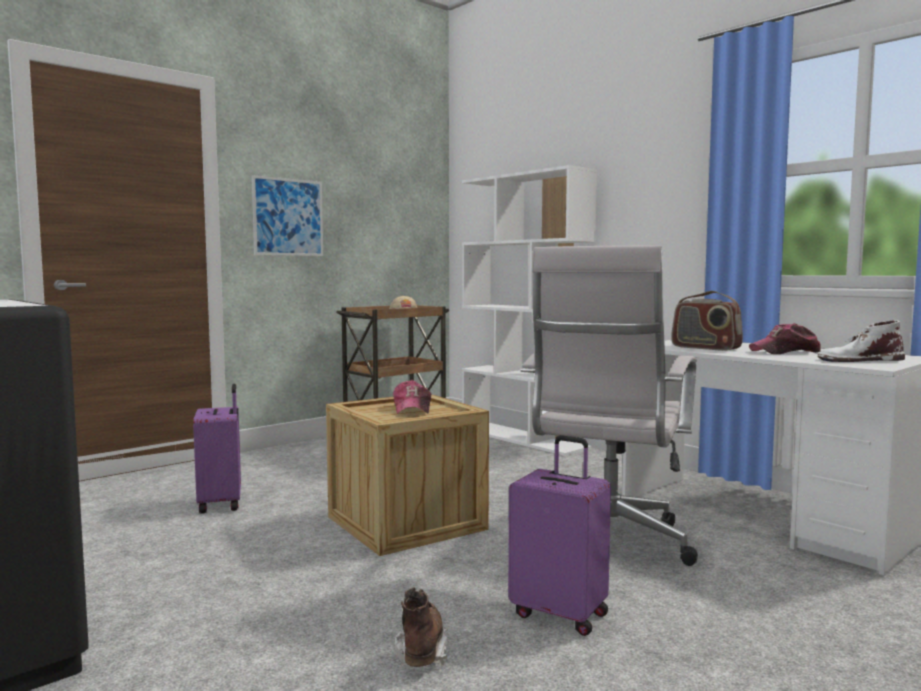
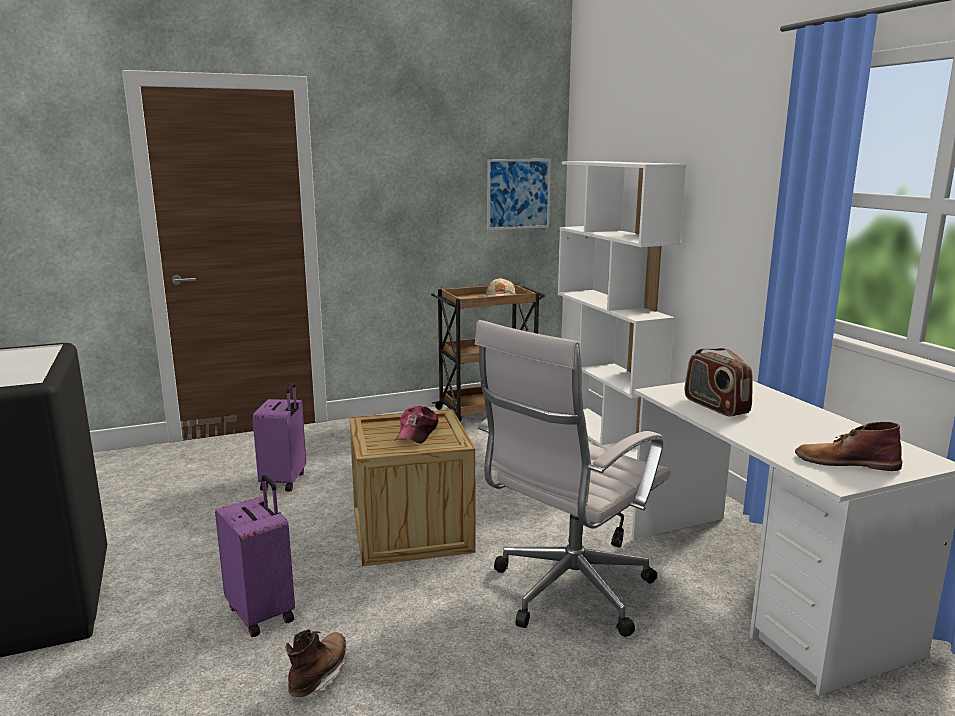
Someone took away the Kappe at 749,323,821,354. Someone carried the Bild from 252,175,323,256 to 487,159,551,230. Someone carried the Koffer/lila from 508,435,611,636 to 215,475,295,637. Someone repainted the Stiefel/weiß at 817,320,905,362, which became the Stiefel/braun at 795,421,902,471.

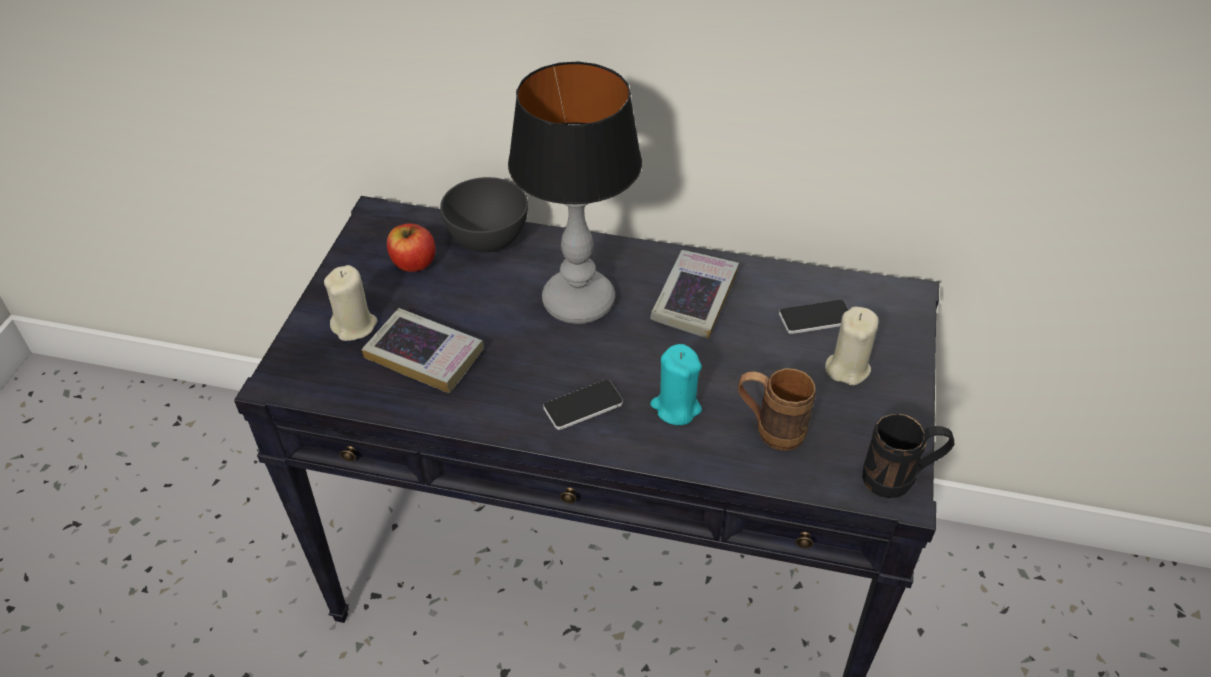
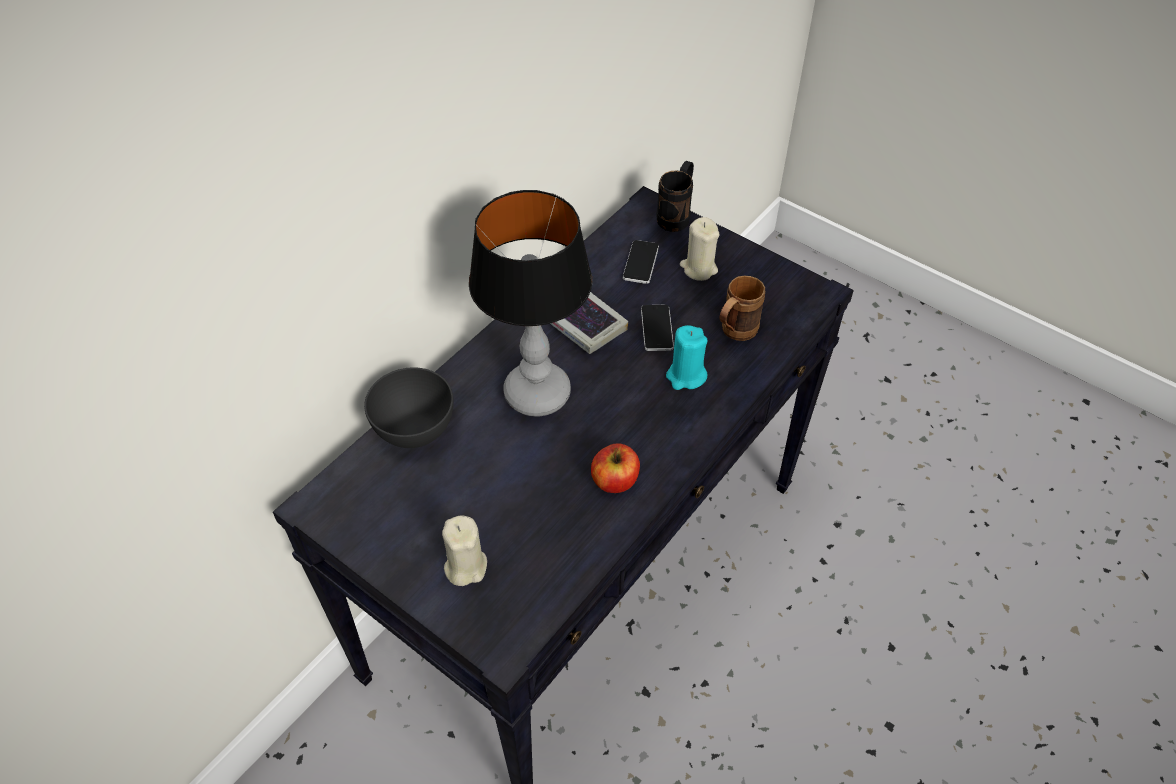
Someone took away the Buch at 362,308,484,393. Someone carried the Apfel from 387,224,436,272 to 591,443,640,493. Someone carried the Handy from 543,380,623,430 to 641,305,674,351. Someone carried the Henkelbecher/schwarz from 862,414,954,498 to 656,161,694,232.

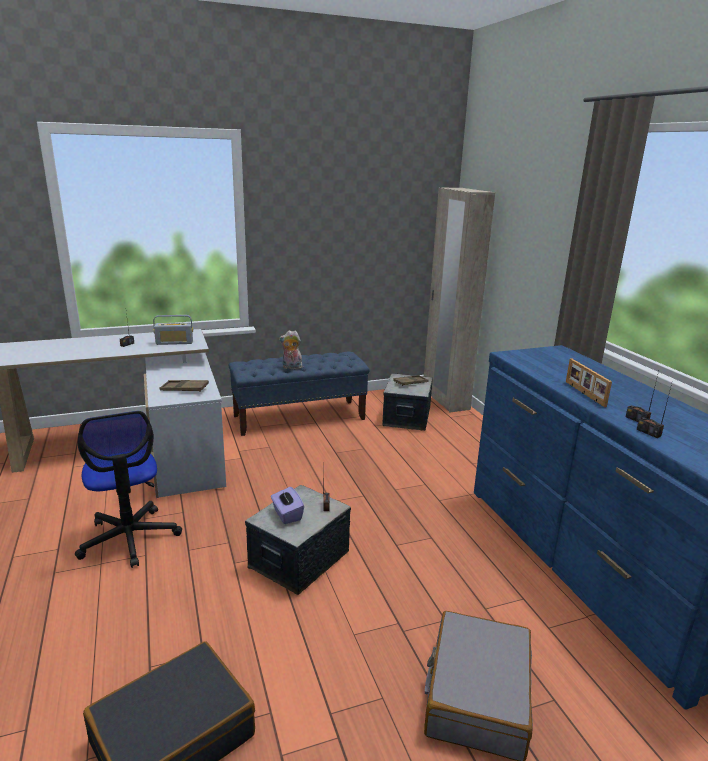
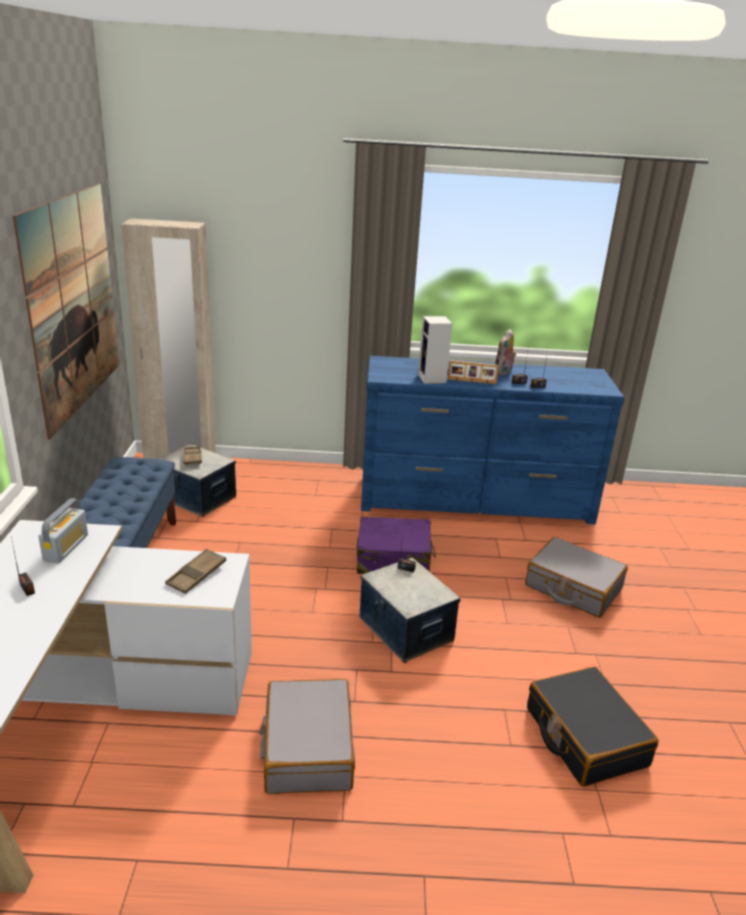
Someone took away the Taschentuchbox/lila at 271,487,304,524. Someone put up the Bild at 13,184,119,440. Someone put down the Koffer/lila at 356,517,436,574. Someone put down the Lautsprecher at 418,316,452,384. Someone carried the Plüschtier from 279,330,303,370 to 495,329,516,375. Someone swapped the Bürostuhl at 75,411,182,568 for the Koffer/grau at 260,679,355,794.

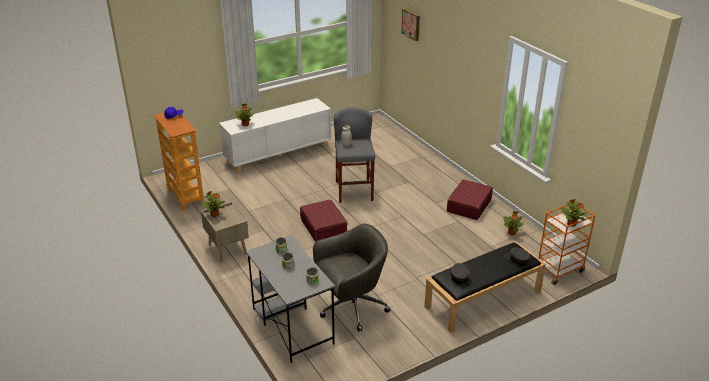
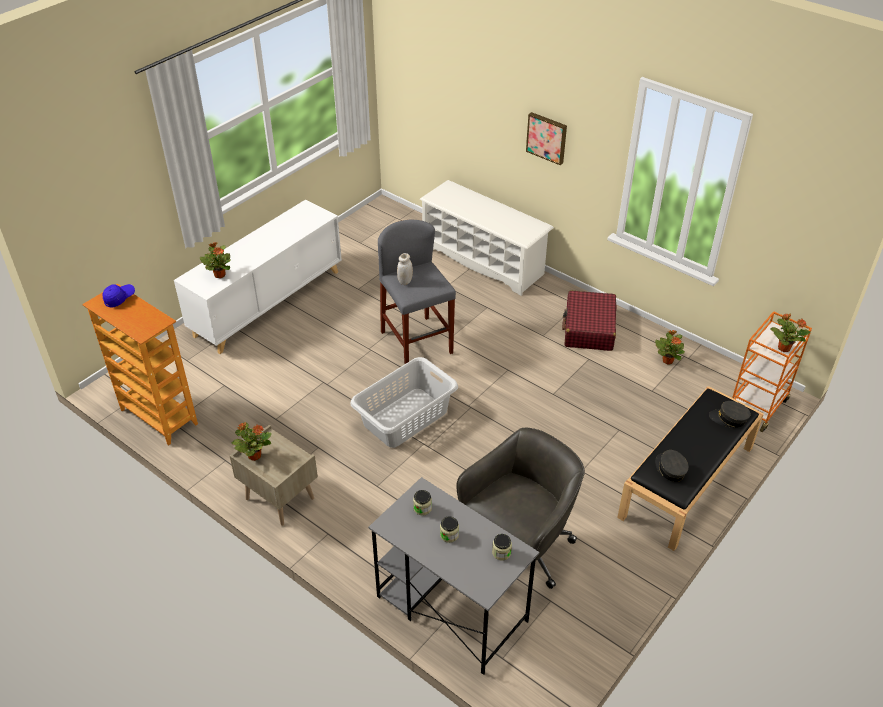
Someone put down the Schuhregal/weiß at 420,180,554,296. Someone carried the Bild from 401,8,420,41 to 526,112,567,165. Someone swapped the Koffer/rot at 300,199,348,242 for the Wäschekorb/grau at 350,357,458,448.

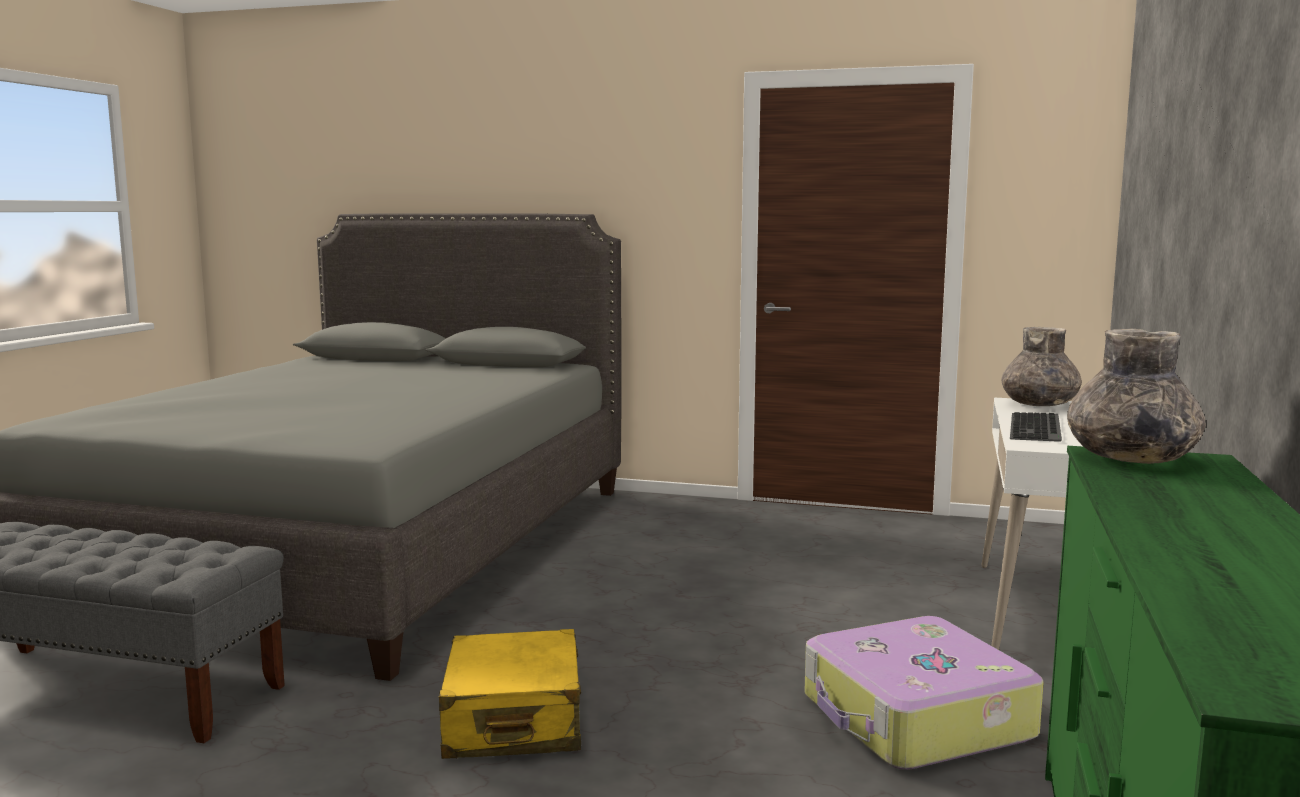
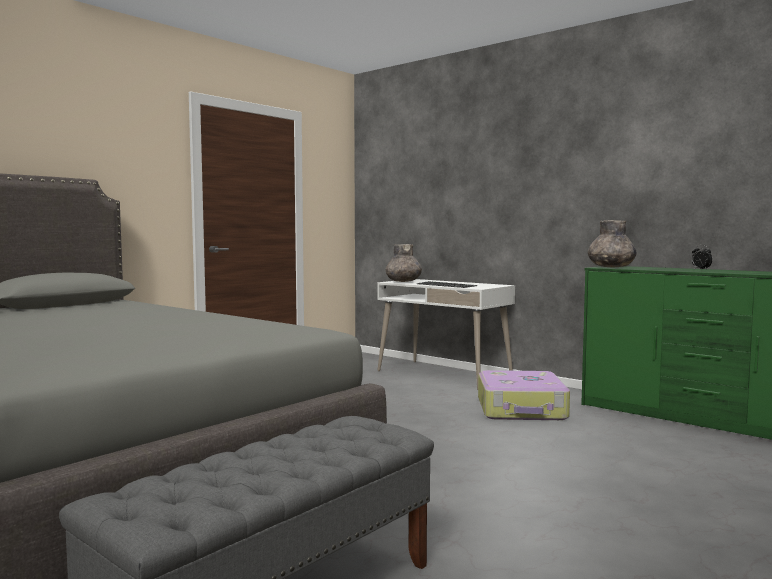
Someone took away the Koffer/gelb at 439,629,581,759. Someone put down the Wecker at 691,245,713,269.

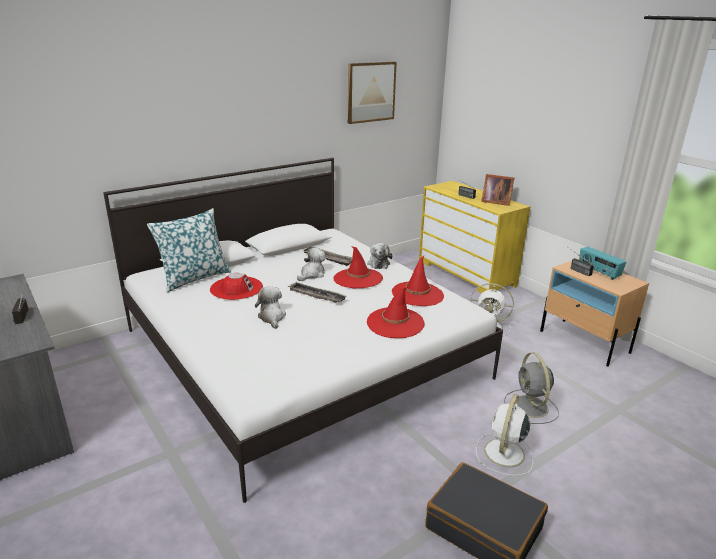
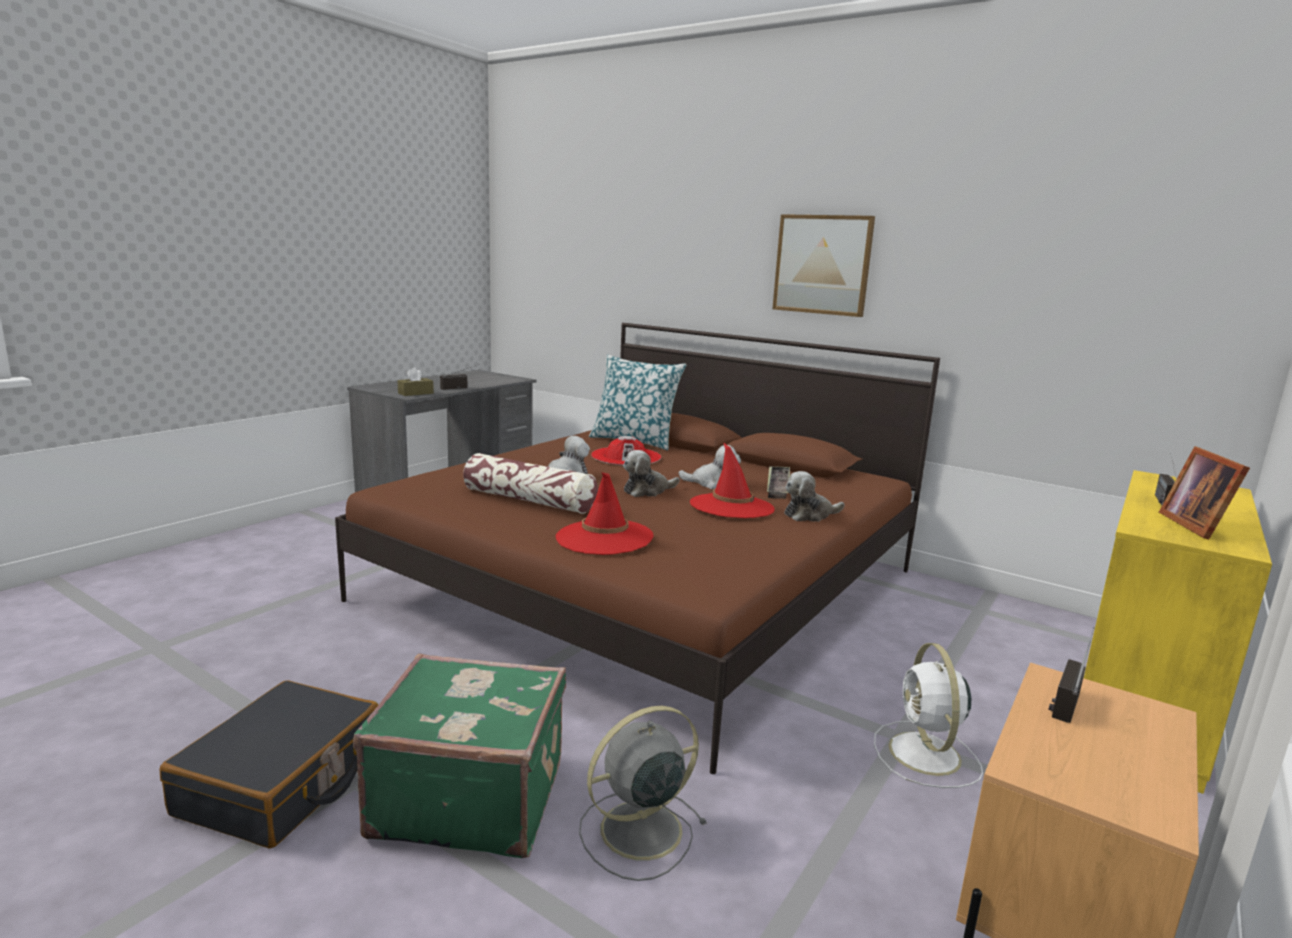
Someone took away the Hut/rot at 392,256,444,306. Someone took away the Radio at 579,247,626,280. Someone put down the Taschentuchbox/braun at 398,367,434,396. Someone put down the Kissen at 463,453,598,514. Someone carried the Bild from 348,62,397,124 to 772,214,875,317. Someone swapped the Tablett at 288,282,347,303 for the Plüschtier at 623,450,679,497. Someone swapped the Ventilator/weiß at 476,394,533,476 for the Koffer/grün at 353,654,566,858. Someone repainted the Bett/weiß at 103,158,503,503, which became the Bett/braun at 335,323,940,774.

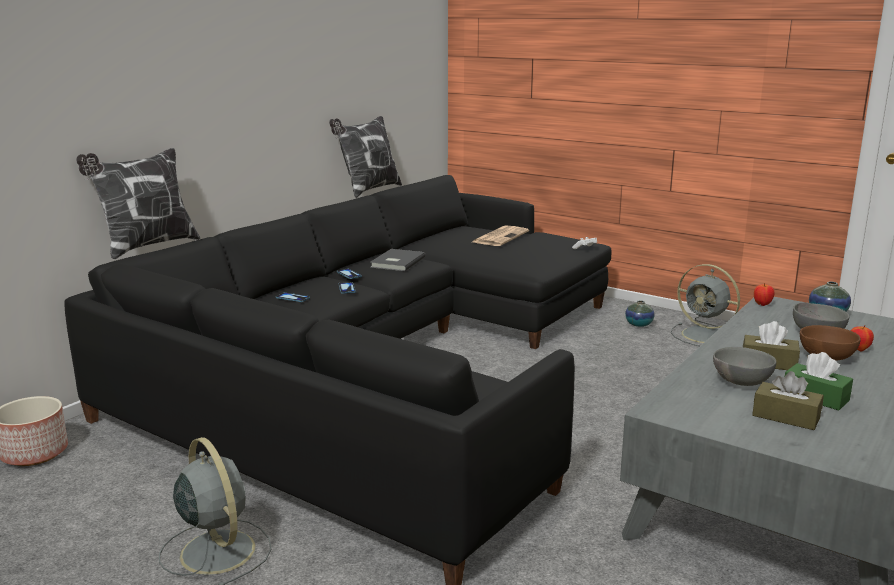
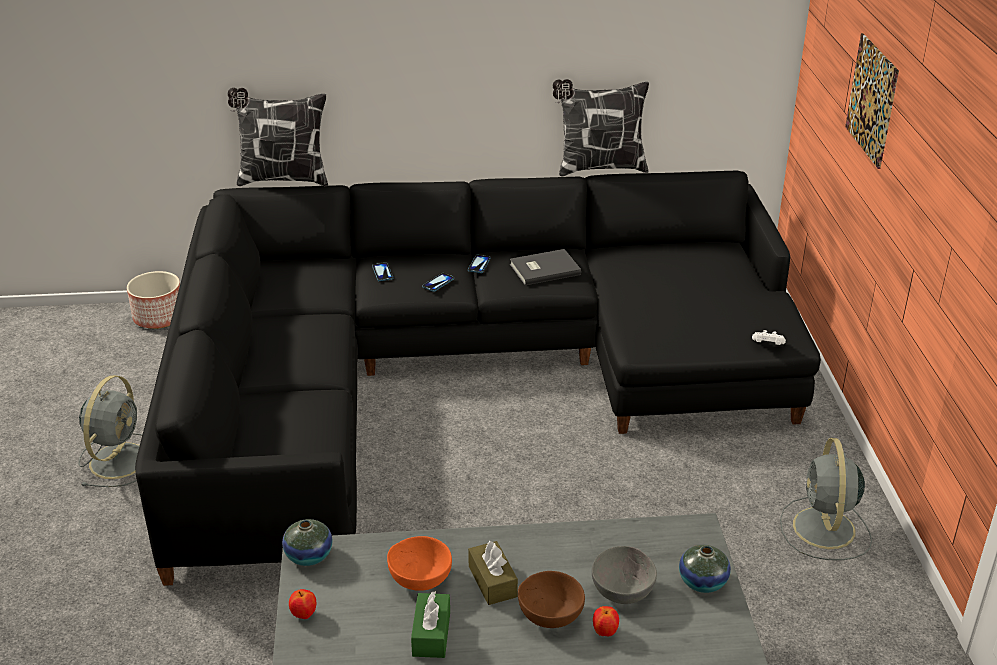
Someone took away the Zeitung at 473,225,529,246. Someone took away the Taschentuchbox/braun at 752,371,824,430. Someone put up the Bild at 845,33,899,169. Someone carried the Vase from 625,300,655,327 to 282,519,333,566. Someone carried the Apfel from 754,283,775,306 to 289,589,316,619. Someone repainted the Schüssel/grau at 713,347,776,386, which became the Schüssel/orange at 387,536,452,591.

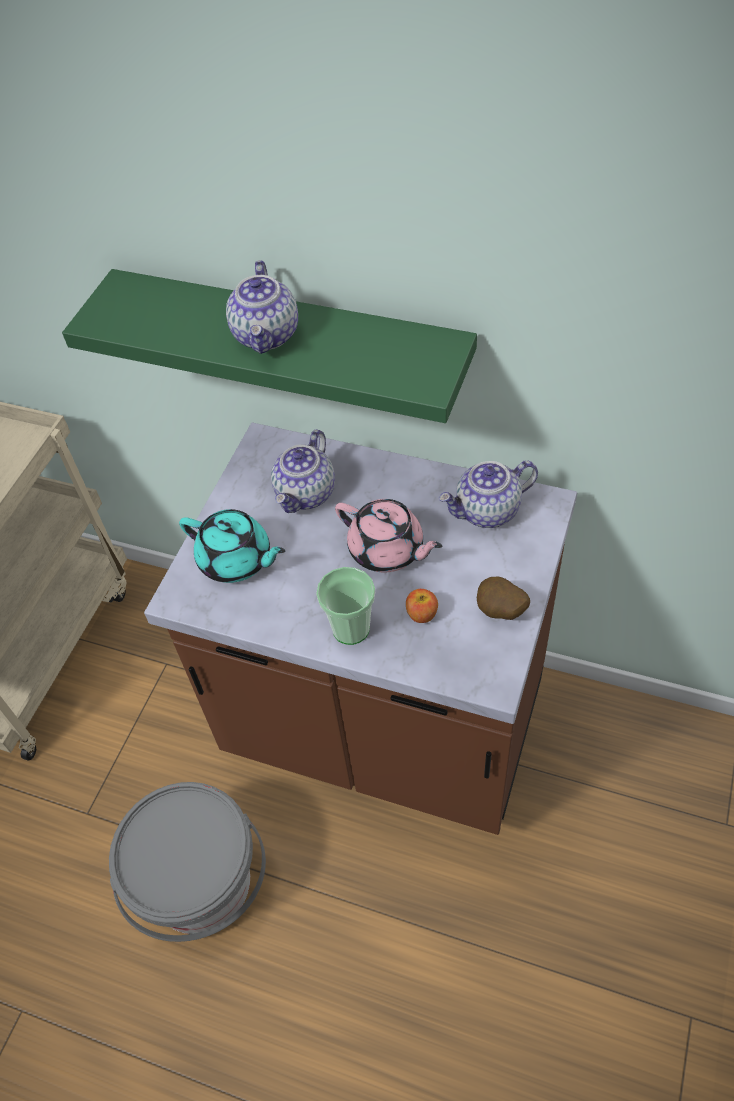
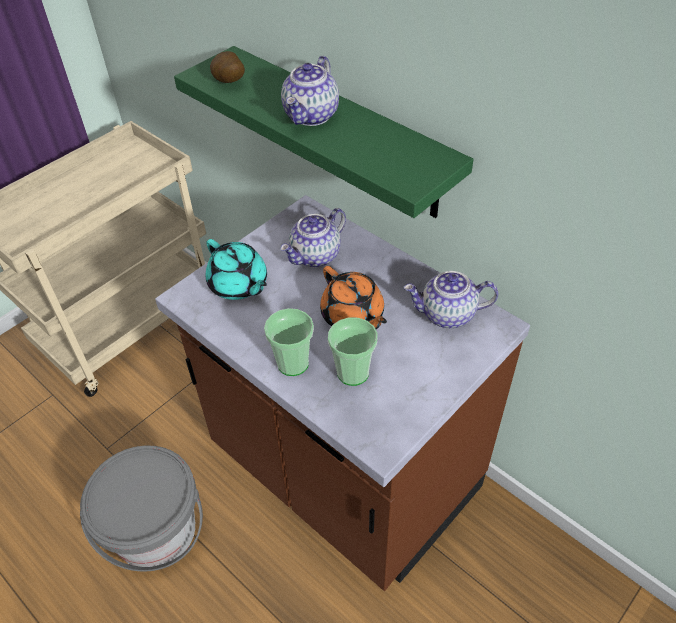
Someone carried the Kartoffel from 477,576,530,620 to 210,51,245,83. Someone swapped the Apfel at 406,589,438,623 for the Tasse at 328,317,378,386. Someone repainted the Teekanne/rosa at 335,499,442,573, which became the Teekanne/orange at 320,266,387,329.

